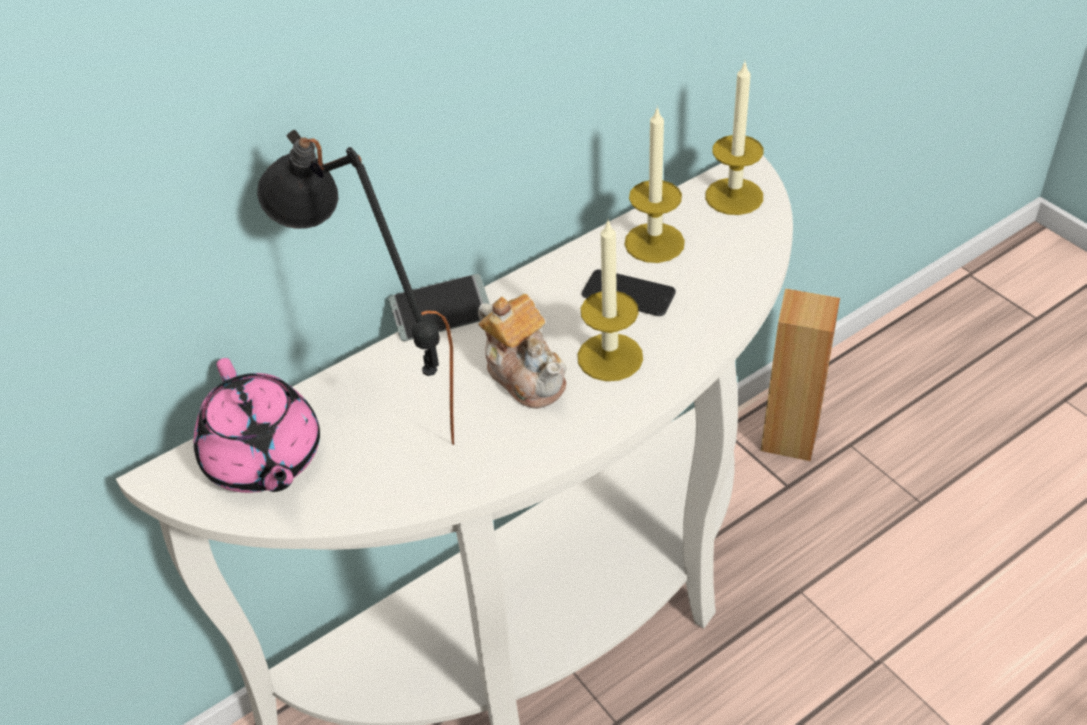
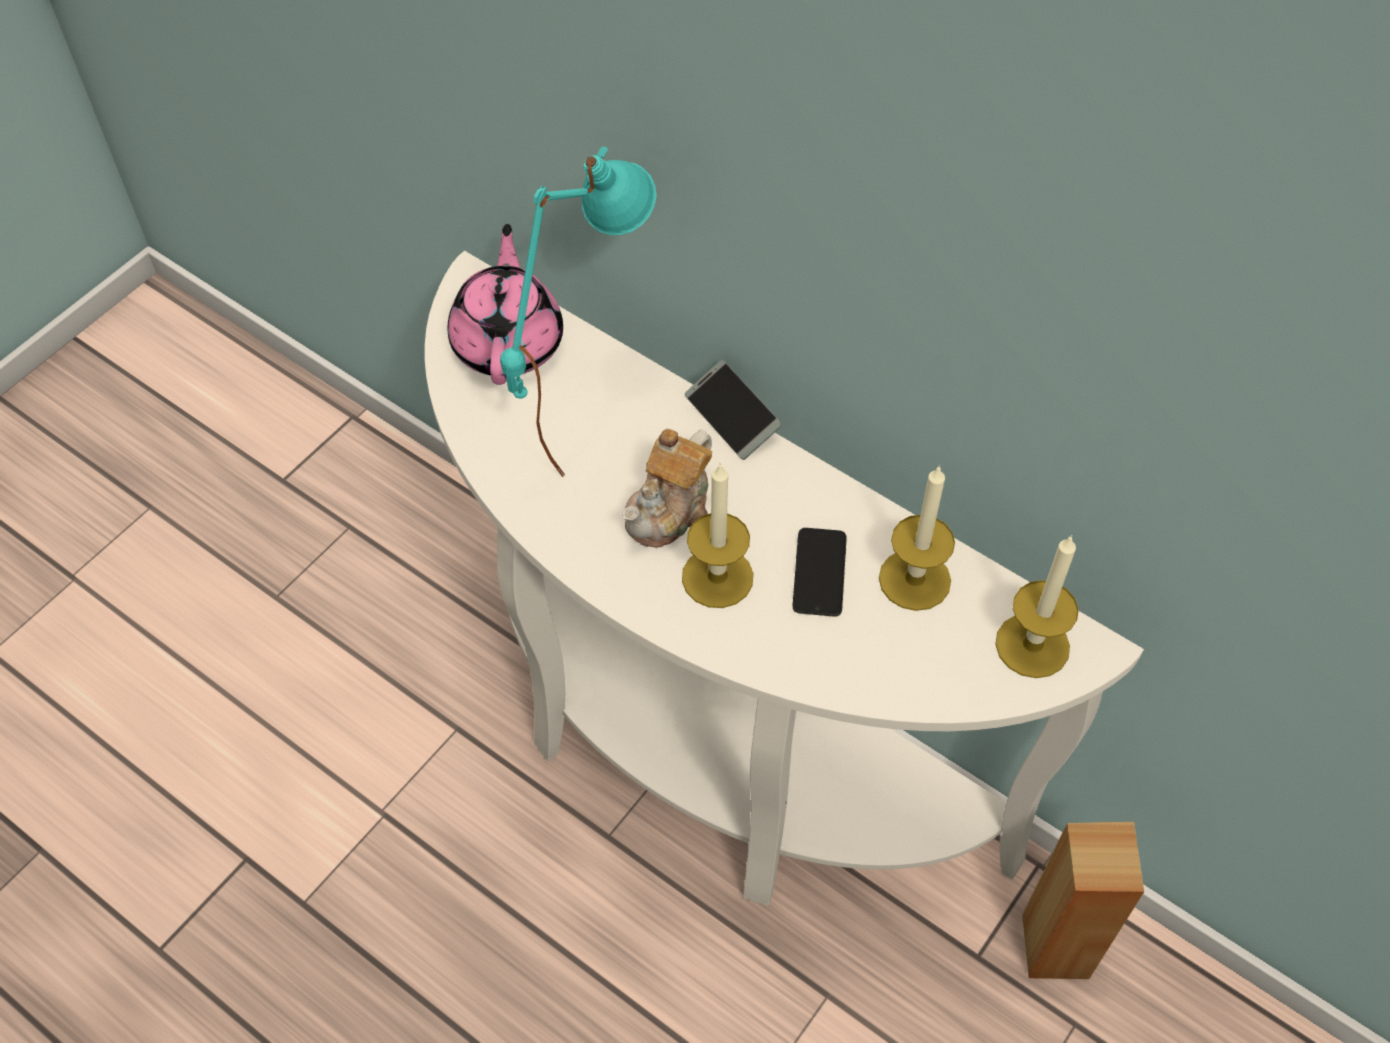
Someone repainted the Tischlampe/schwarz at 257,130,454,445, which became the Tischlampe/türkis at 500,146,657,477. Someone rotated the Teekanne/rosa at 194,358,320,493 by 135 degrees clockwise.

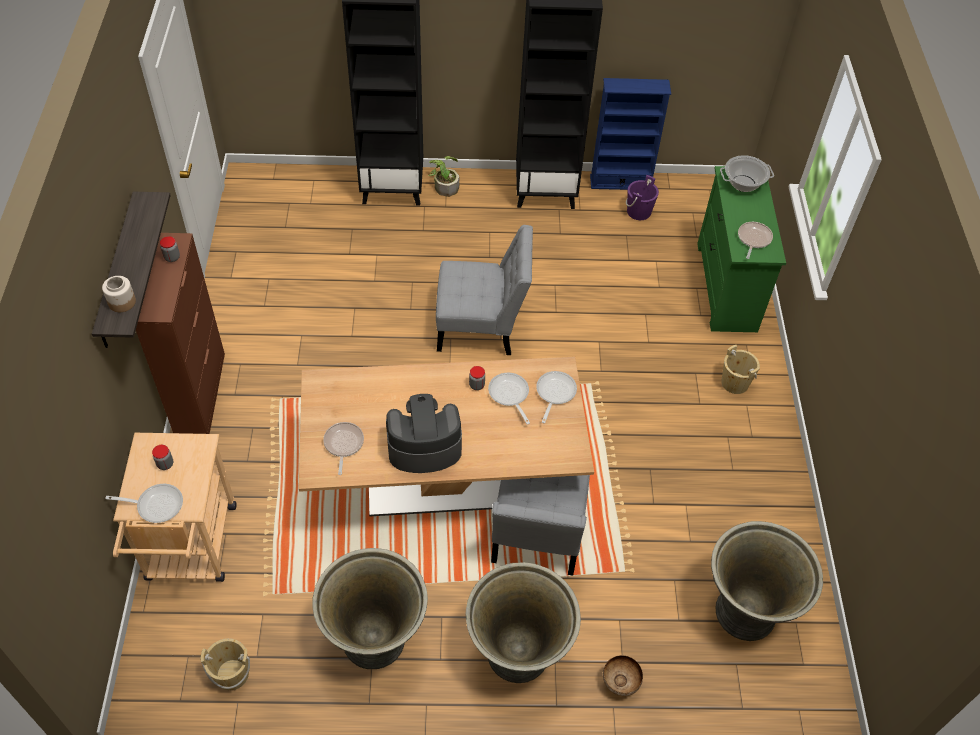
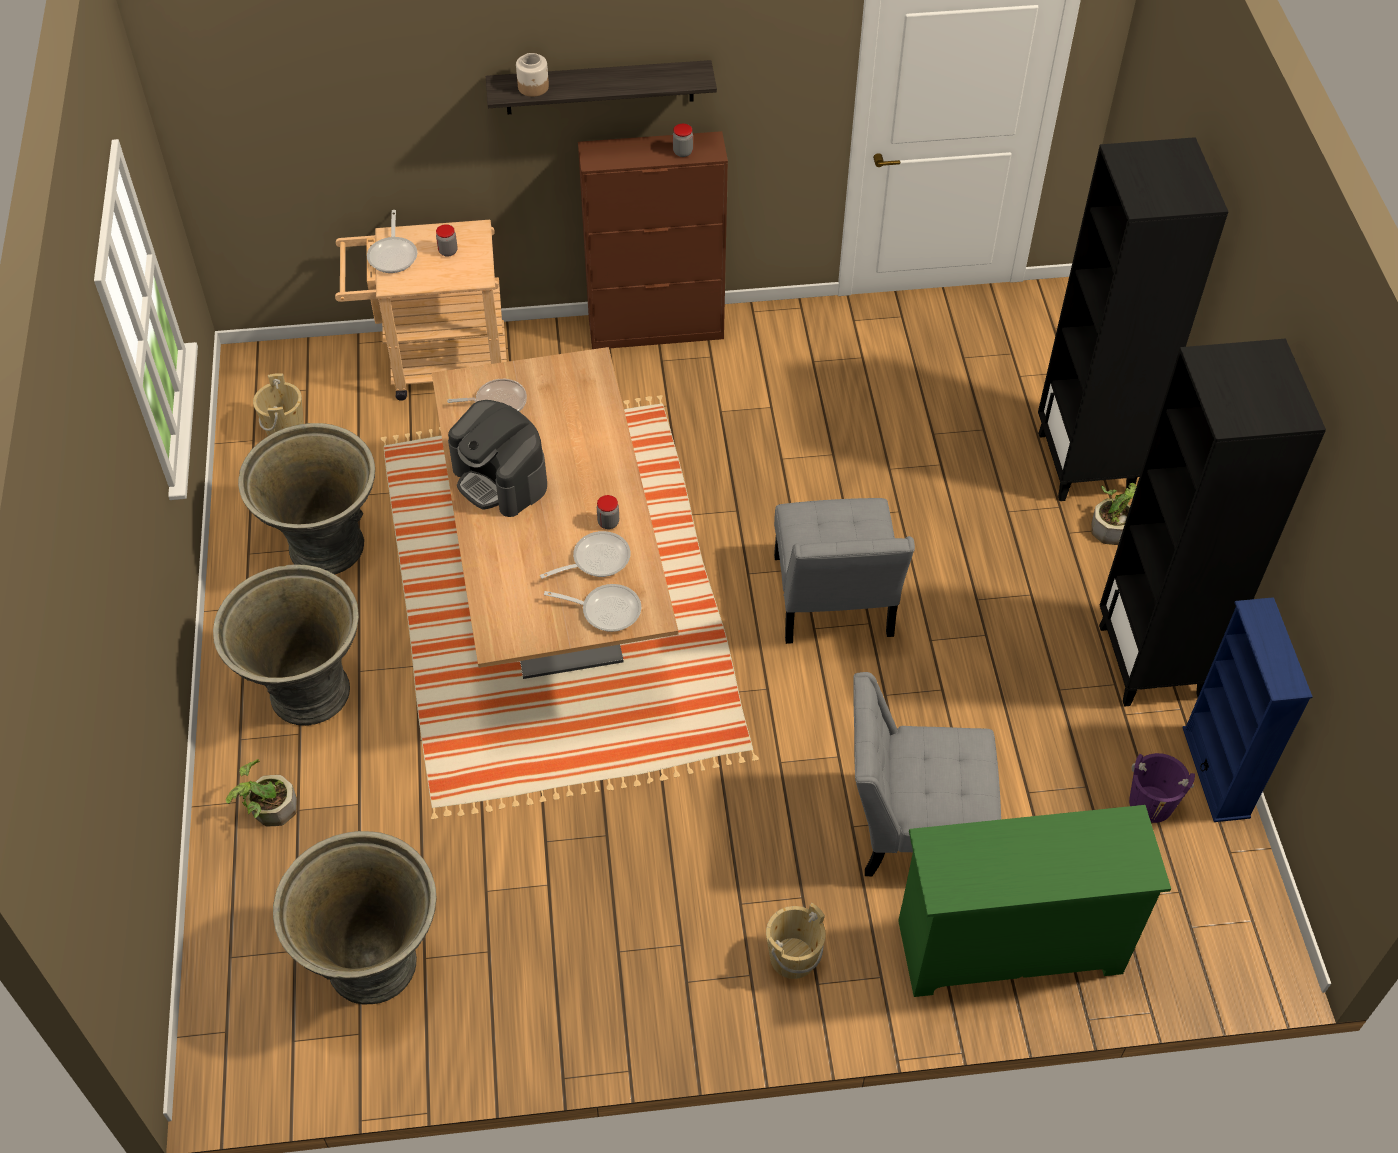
Someone took away the Kochtopf at 720,155,774,192. Someone took away the Pfanne at 738,222,773,259. Someone carried the Stuhl/grau from 491,475,590,575 to 853,672,1001,876. Someone swapped the Schüssel at 603,655,643,696 for the Topfpflanze at 226,759,297,827. Someone rotated the Kaffeemaschine at 386,394,462,473 by 150 degrees clockwise.

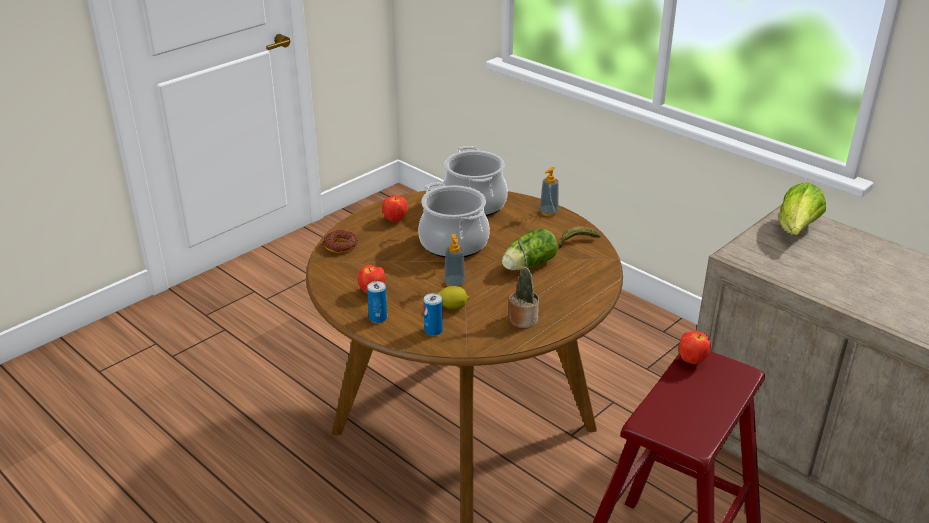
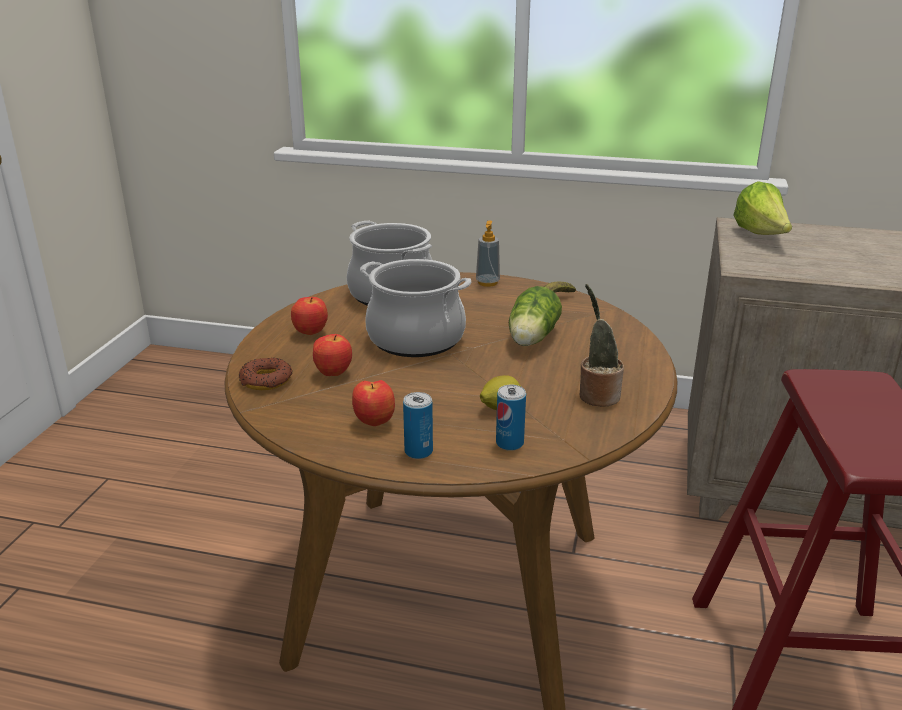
Someone took away the Seifenspender at 444,234,465,287. Someone carried the Apfel from 679,331,711,364 to 313,334,352,376.

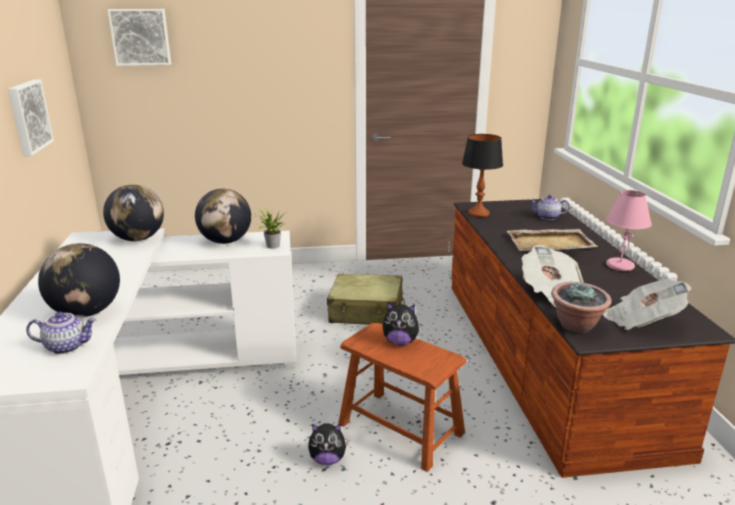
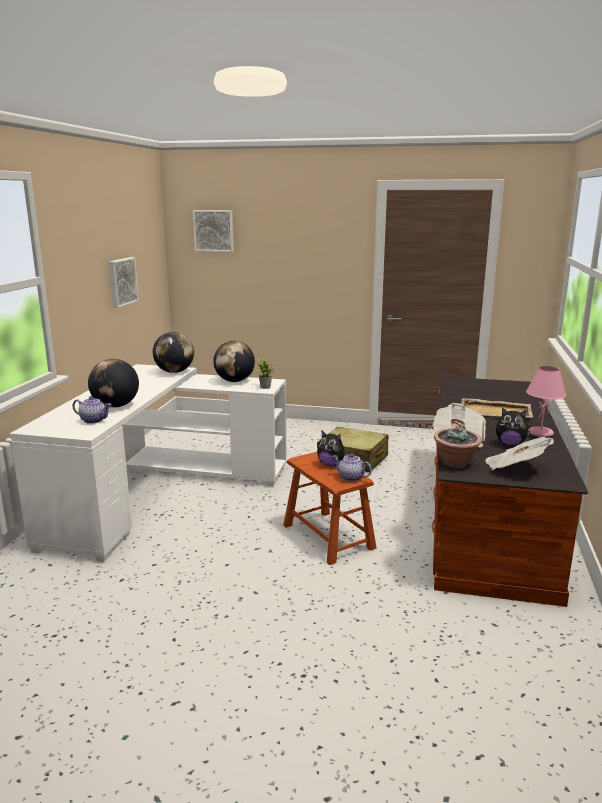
Someone took away the Tischlampe at 462,134,503,217. Someone carried the Plüschtier from 308,423,349,465 to 496,407,530,446. Someone carried the Teekanne from 529,195,570,220 to 333,454,372,482.

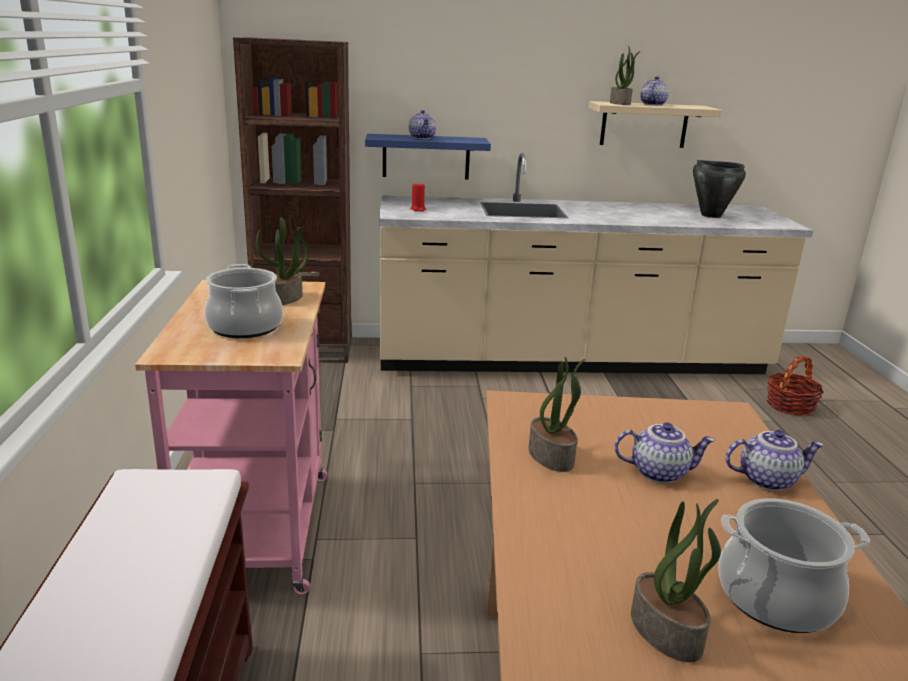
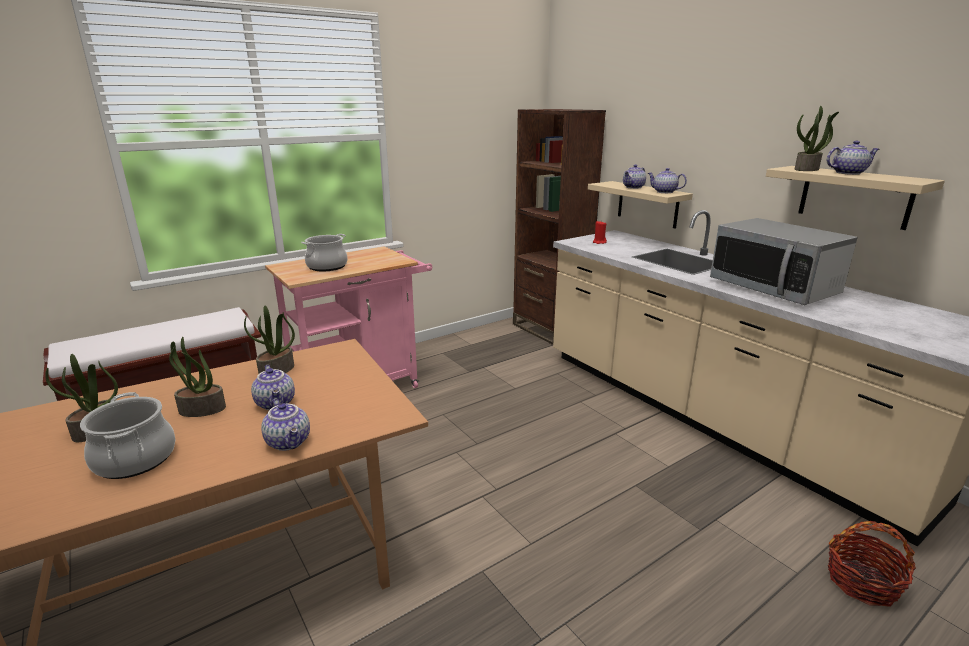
Someone took away the Kochtopf/schwarz at 693,160,746,218. Someone put down the Teekanne at 648,168,687,193. Someone put down the Mikrowelle at 710,218,858,305. Someone carried the Topfpflanze from 256,218,309,305 to 169,337,226,417. Someone repainted the Wandregal/blau at 365,134,491,180, which became the Wandregal/beige at 588,181,693,229.

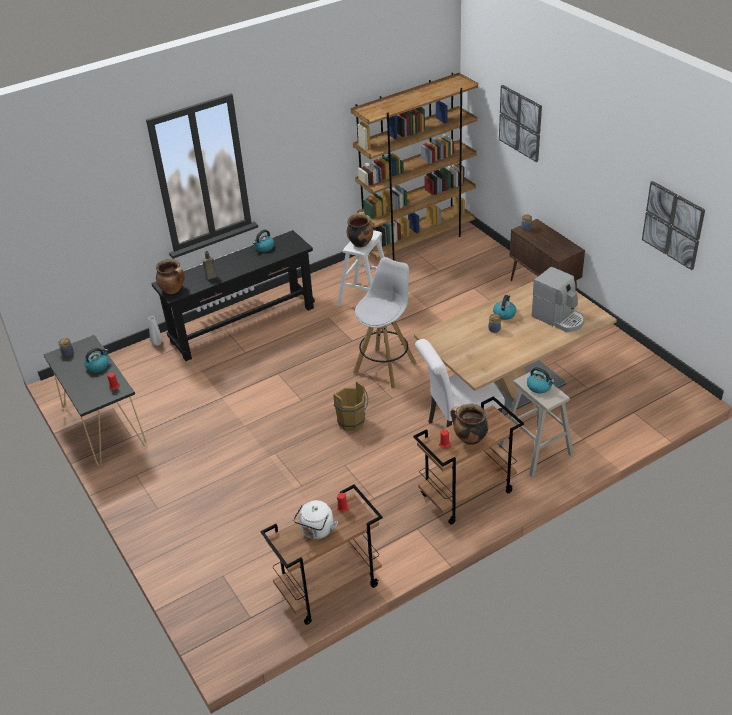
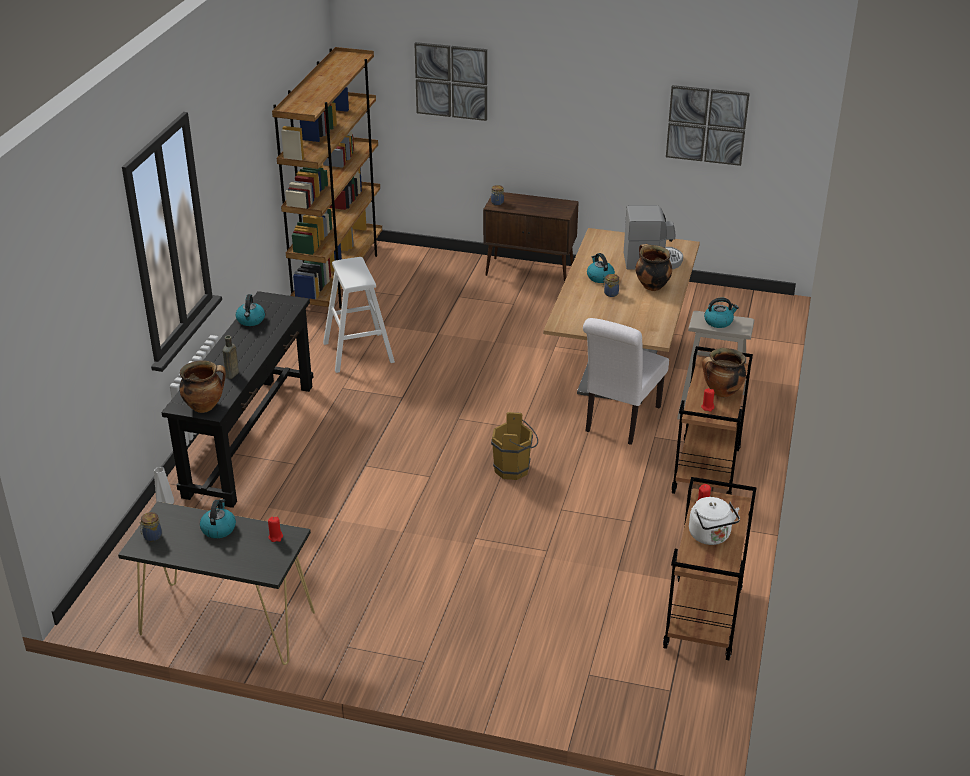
Someone took away the Hocker/weiß at 353,257,417,388. Someone carried the Kochtopf from 347,212,373,248 to 635,244,672,291.

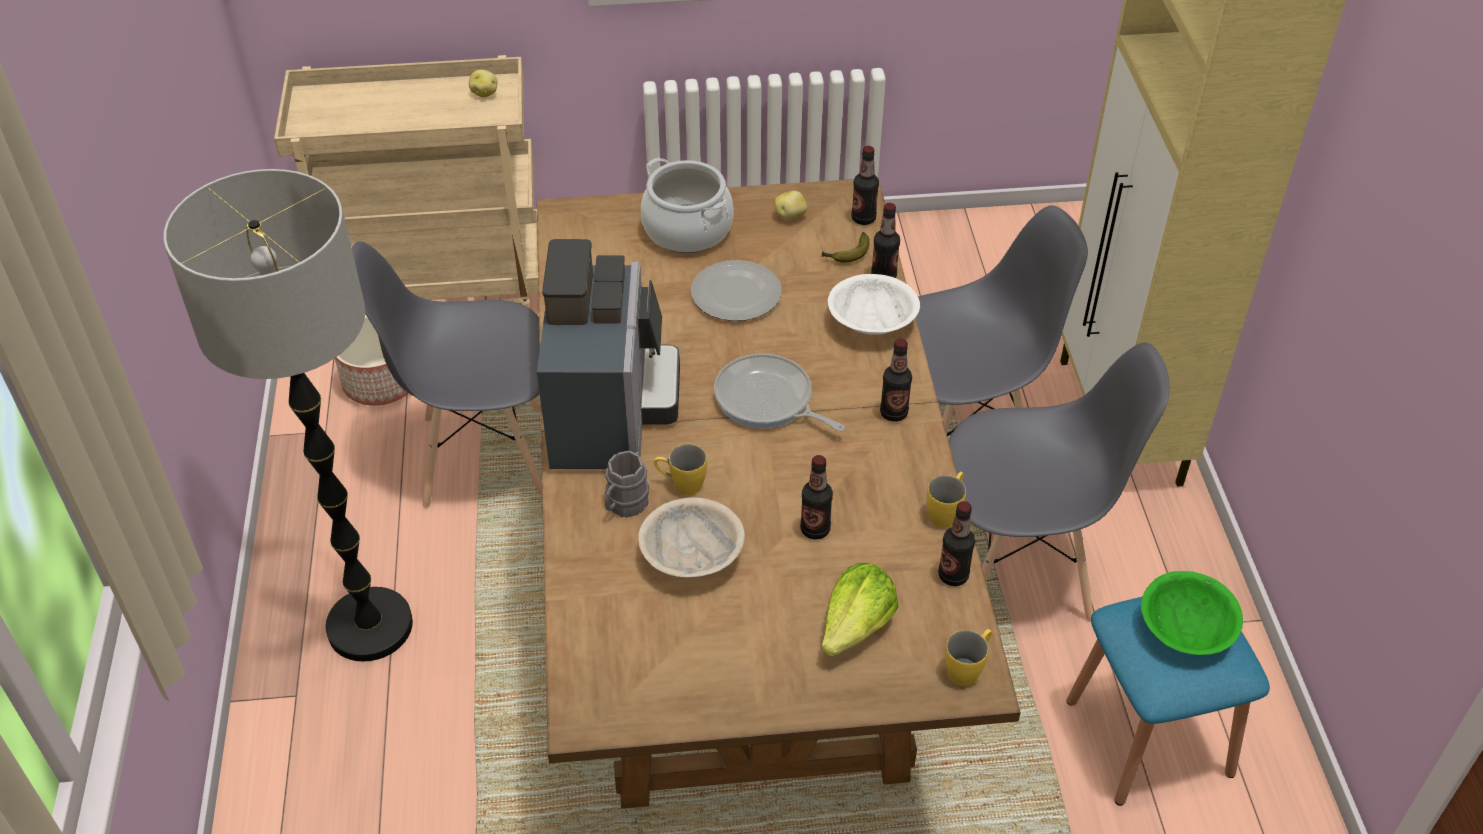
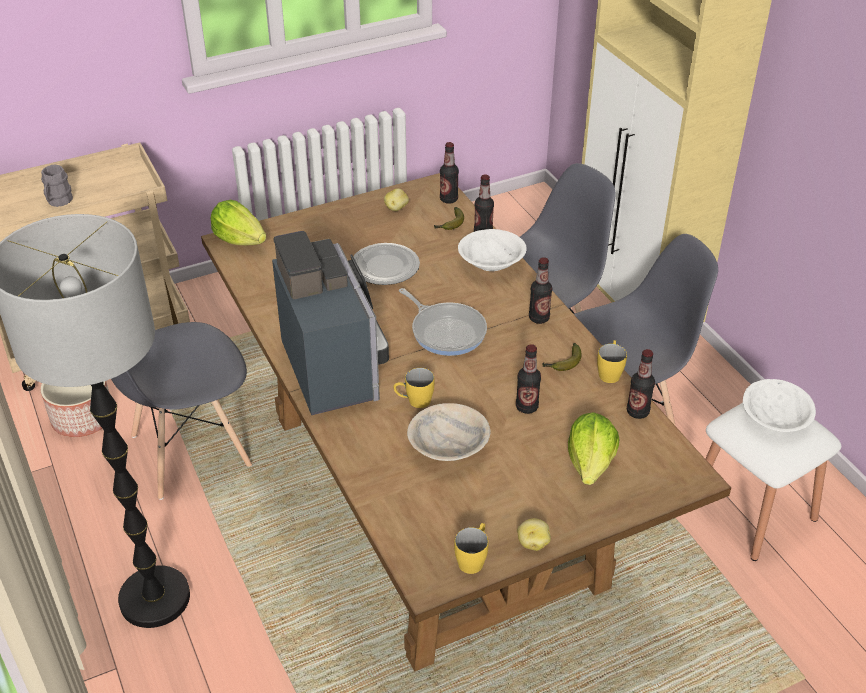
Someone took away the Kochtopf at 640,158,734,253. Someone put down the Salatkopf at 211,200,266,245. Someone put down the Banane at 542,343,581,371. Someone carried the Kartoffel from 469,69,497,98 to 517,518,551,551. Someone carried the Henkelbecher/grau from 605,451,649,518 to 41,165,73,207. Someone carried the Henkelbecher/gelb from 945,629,992,686 to 454,523,489,574. Someone repainted the Hocker/blau at 1067,597,1270,806, which became the Hocker/weiß at 706,403,841,561. Someone repainted the Schüssel/grün at 1141,571,1243,655, which became the Schüssel/weiß at 743,379,816,432. Someone rotated the Pfanne at 714,354,845,431 by 150 degrees counterclockwise.

